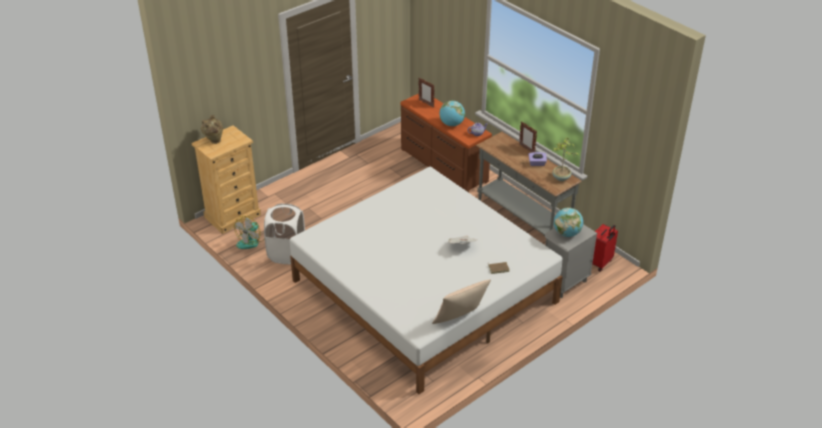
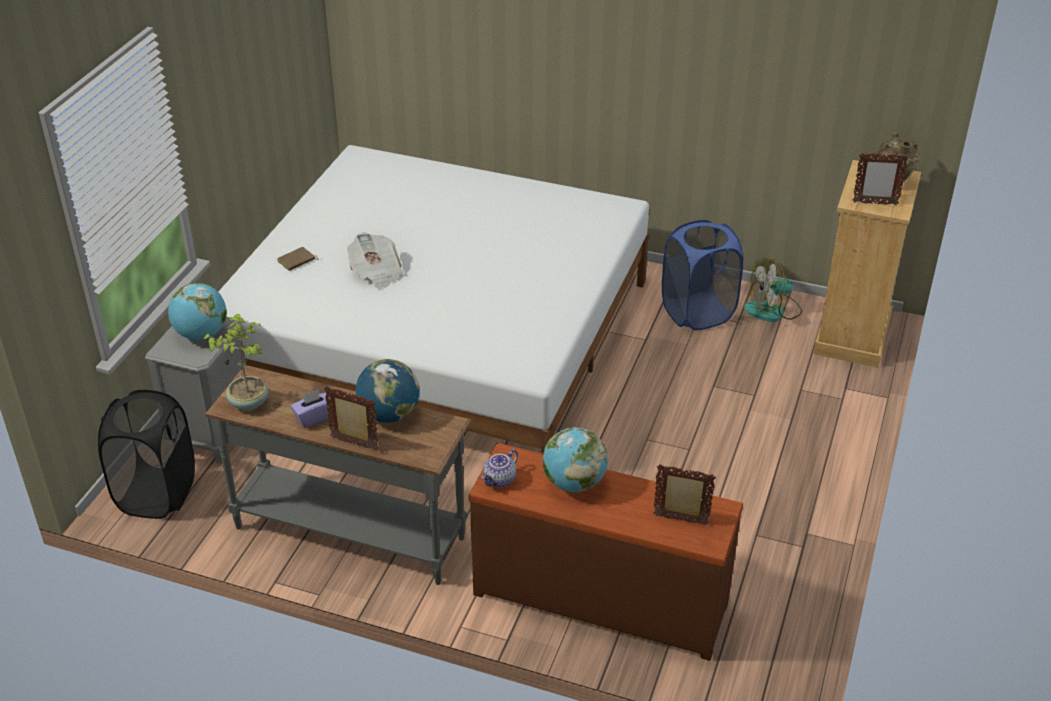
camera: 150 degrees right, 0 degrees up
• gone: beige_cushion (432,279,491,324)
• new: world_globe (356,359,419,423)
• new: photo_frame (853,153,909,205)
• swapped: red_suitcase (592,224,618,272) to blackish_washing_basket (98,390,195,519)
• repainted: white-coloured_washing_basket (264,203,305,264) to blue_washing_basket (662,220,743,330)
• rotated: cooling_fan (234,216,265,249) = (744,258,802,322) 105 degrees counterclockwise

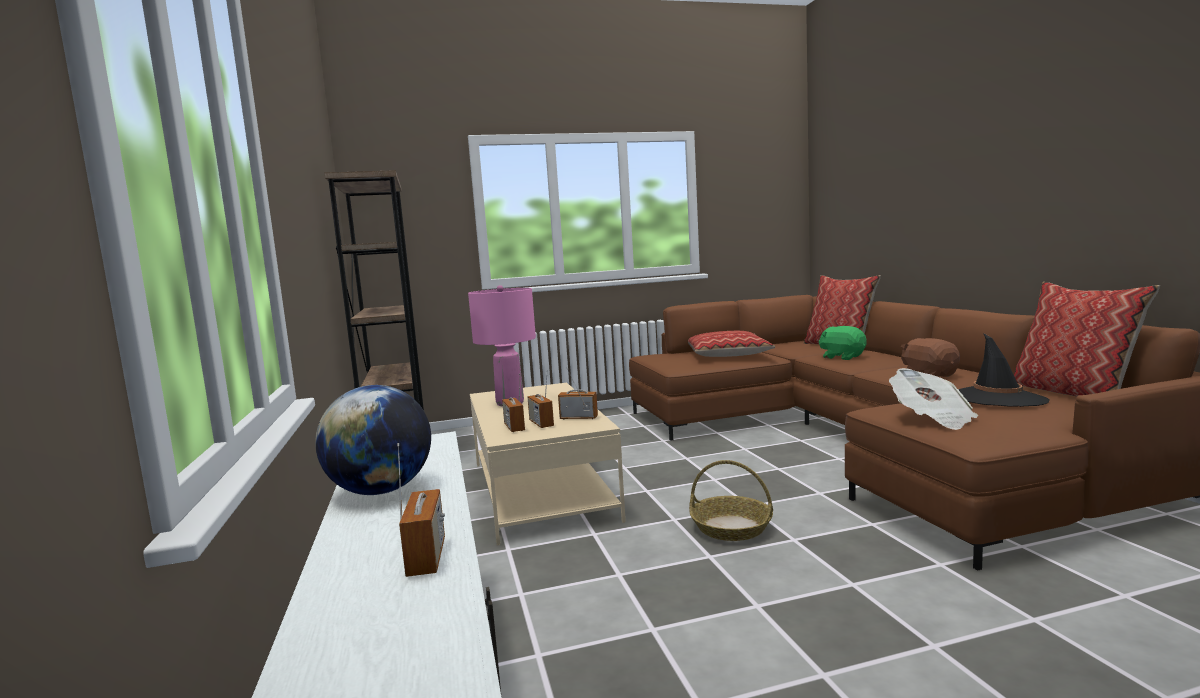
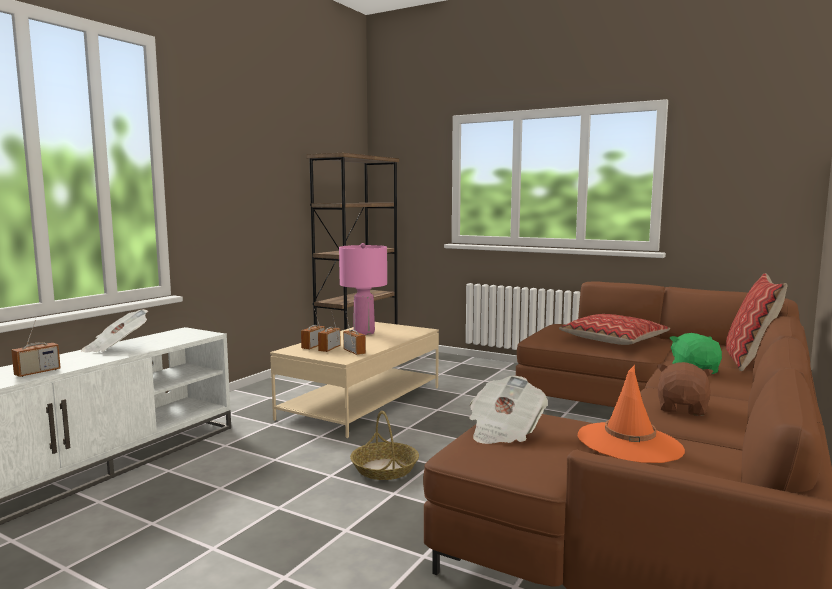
camera: 45 degrees right, 0 degrees up
• gone: cushion (1014,282,1160,397)
• swapped: world_globe (315,385,431,495) to daily_paper (81,309,148,352)
• repainted: blackish_clothing_hat (958,334,1050,407) to orange-coloured_clothing_hat (578,365,685,463)

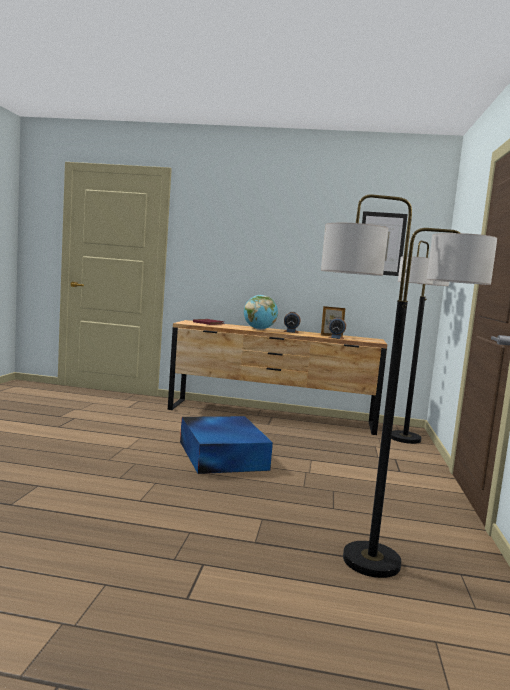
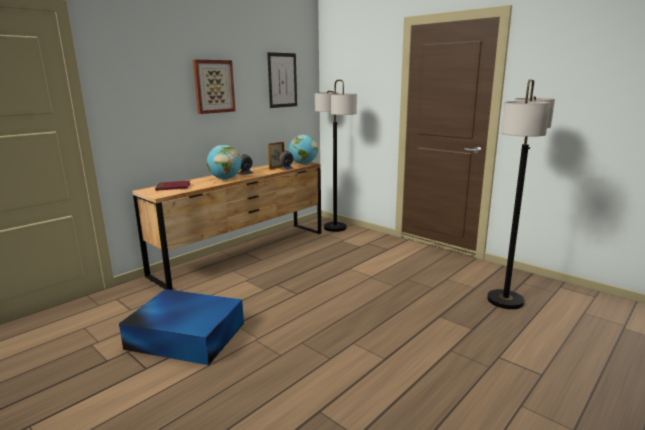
camera: 55 degrees left, 10 degrees up
• new: picture (193,59,236,114)
• new: world_globe (289,135,318,164)
• shifted: blue_storage_container (180,416,273,474) to (119,289,244,365)

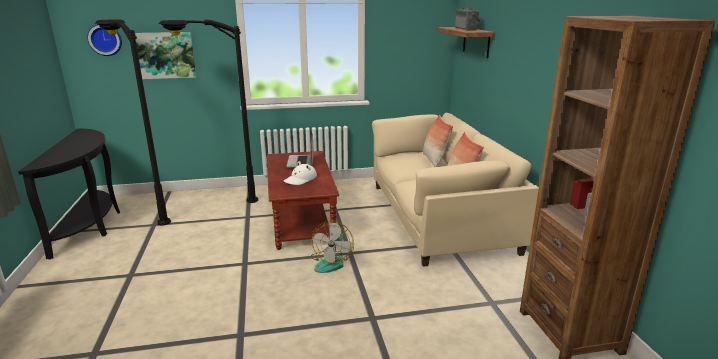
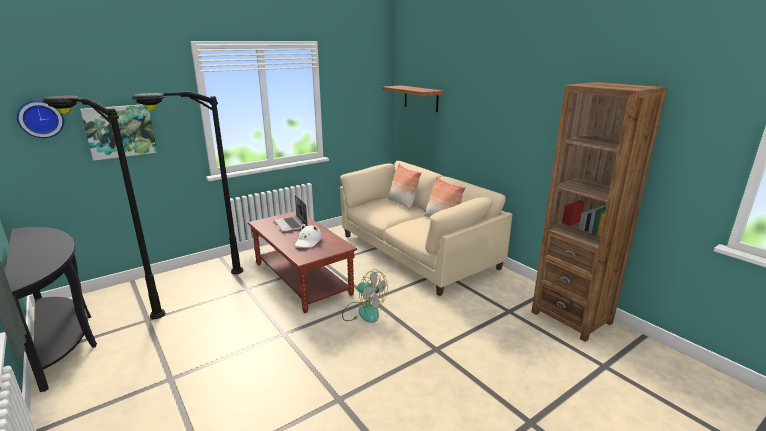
camera: 25 degrees left, 0 degrees up
• gone: radio (455,7,482,31)
• rotated: cooling_fan (311,221,354,273) = (342,269,388,323) 45 degrees counterclockwise

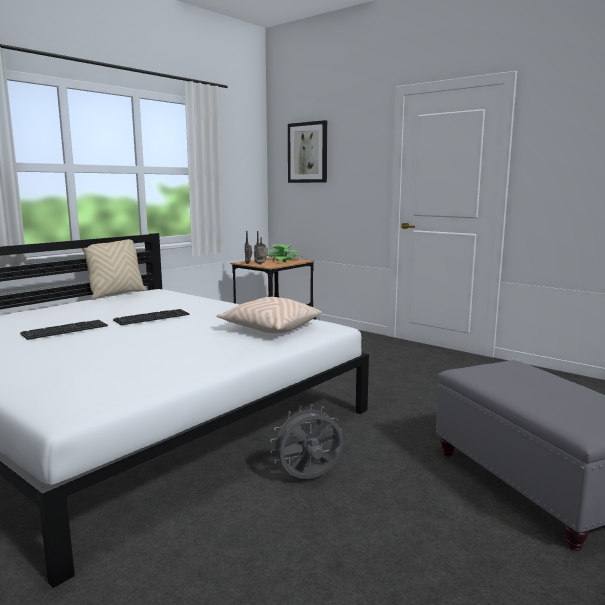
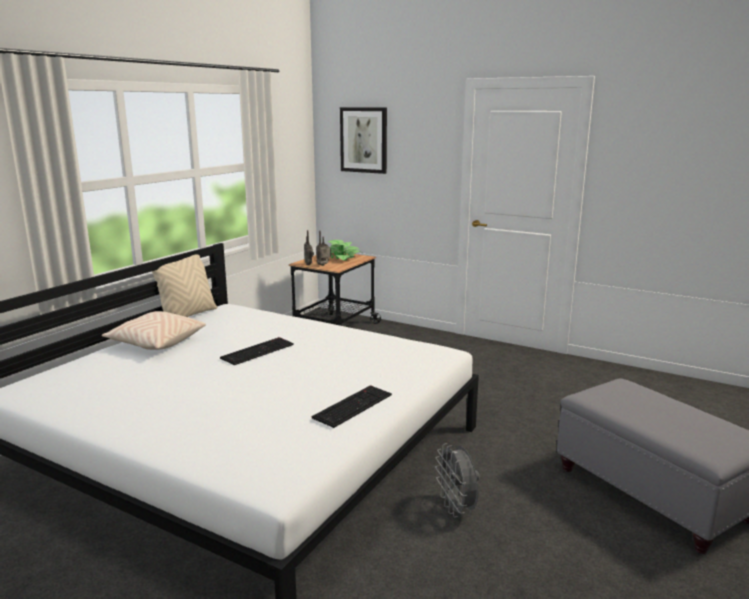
camera: 10 degrees left, 5 degrees up
• shifted: PC_keyboard (20,320,108,340) to (312,385,392,428)
• shifted: beige_cushion (217,297,321,333) to (102,311,206,350)
• rotated: grey_cooling_fan (270,404,343,479) = (435,443,480,517) 75 degrees counterclockwise

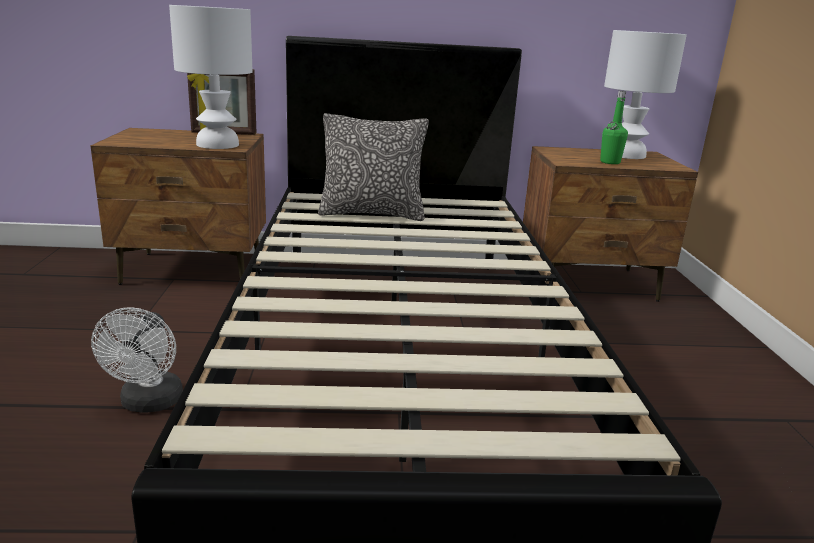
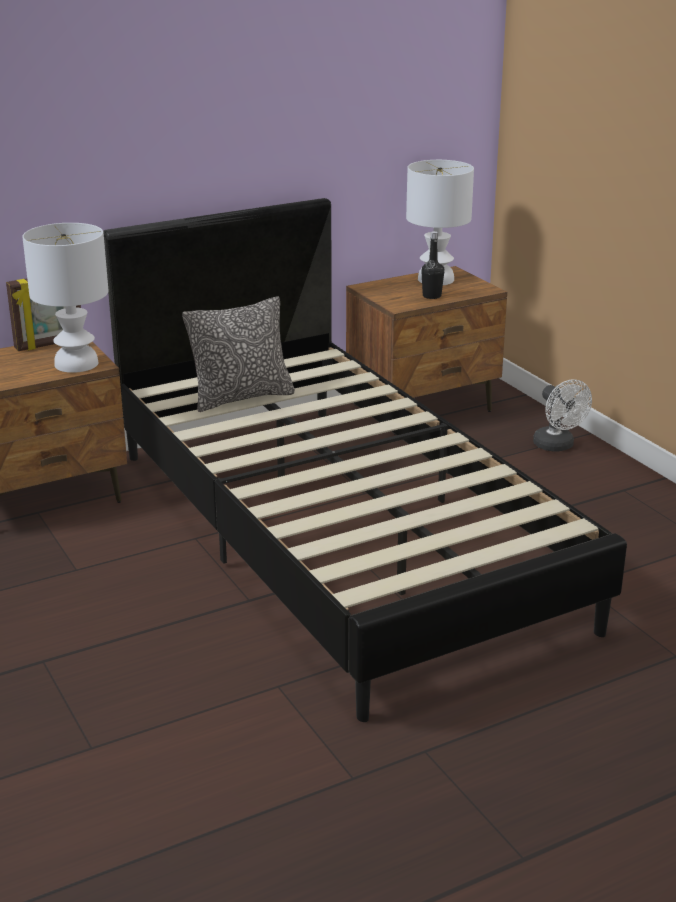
camera: 25 degrees left, 5 degrees up
• shifted: white-coloured_cooling_fan (91,307,183,413) to (533,379,592,452)
• repainted: green_bottle (600,91,628,164) to blackish_bottle (421,231,444,299)

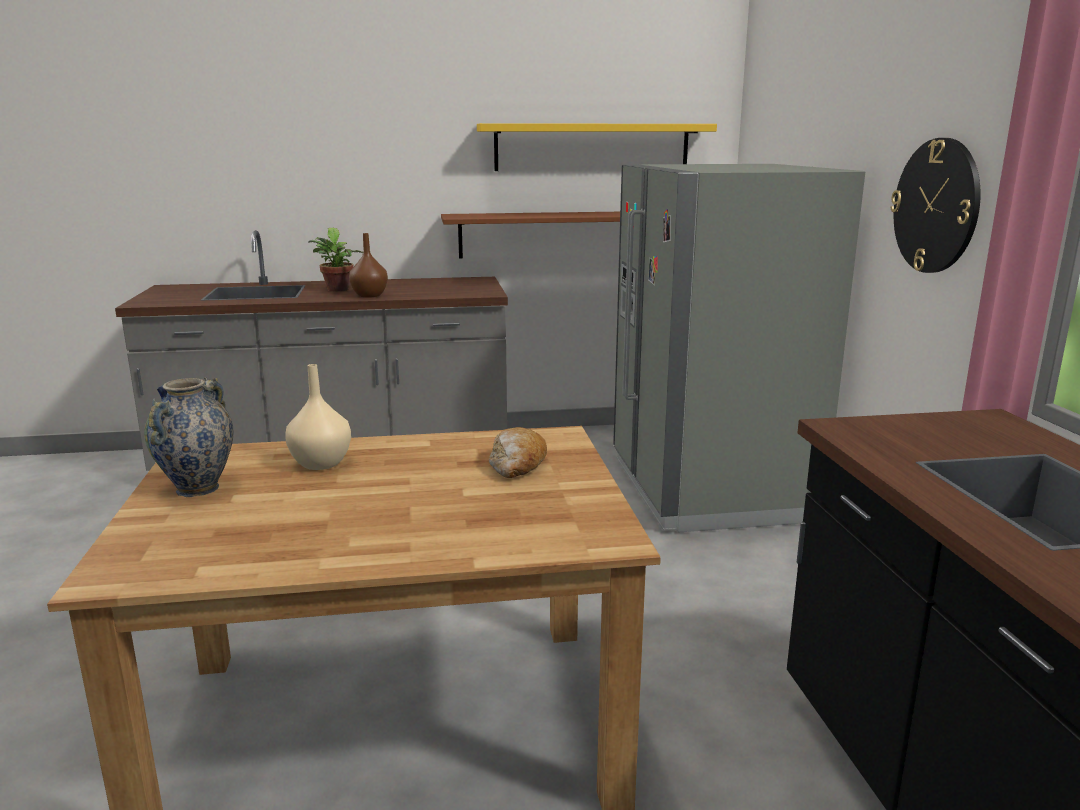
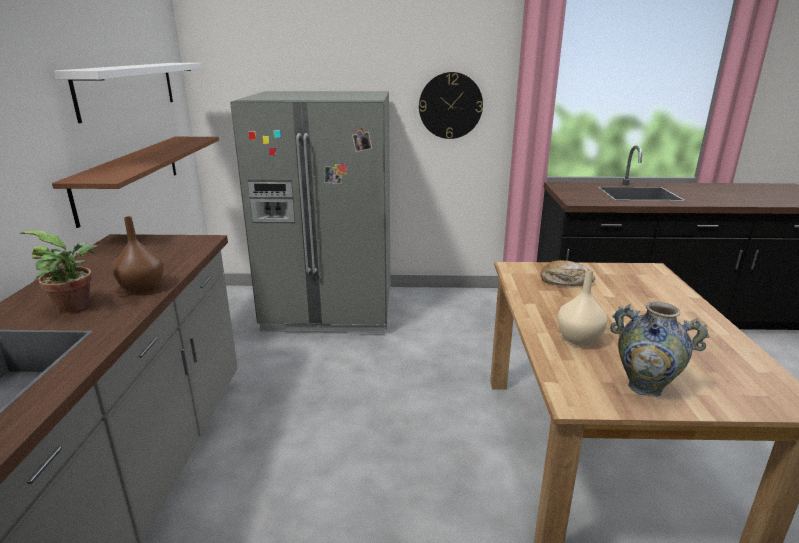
camera: 80 degrees left, 5 degrees up
• repainted: yellow-coloured_wall_shelf (477,123,717,171) to white-coloured_wall_shelf (54,63,202,123)

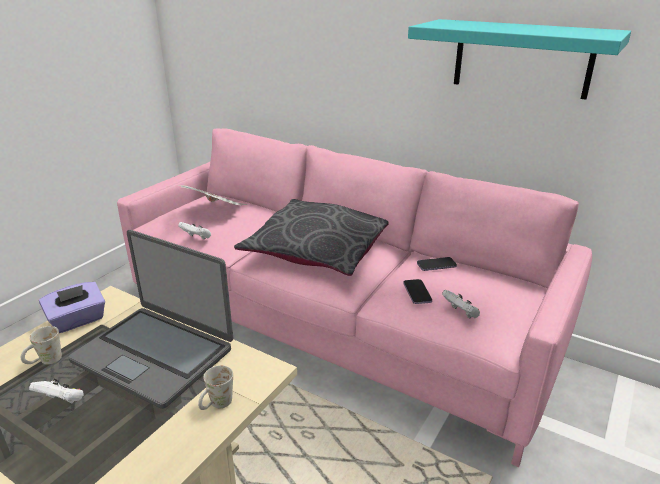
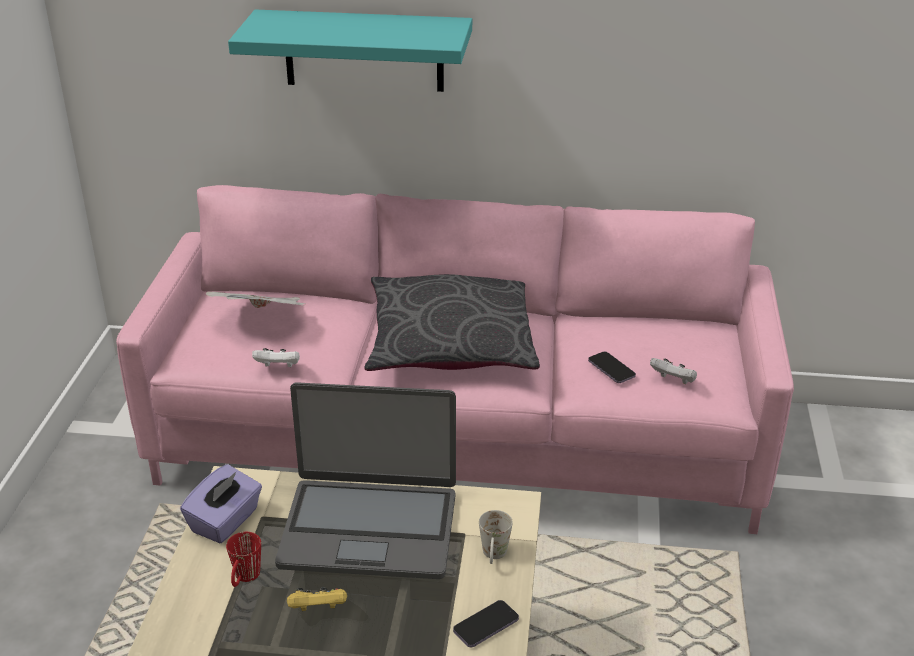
camera: 25 degrees left, 5 degrees up
• shifted: blue-green_wall_shelf (408,19,631,100) to (228,9,472,92)
• shifted: phone (417,257,457,271) to (453,600,519,648)
• repainted: white-coloured_tea_mug (21,326,62,365) to red_tea_mug (226,532,261,587)
• repainted: white-coloured_gamepad (29,379,84,403) to yellow-coloured_gamepad (287,588,347,611)

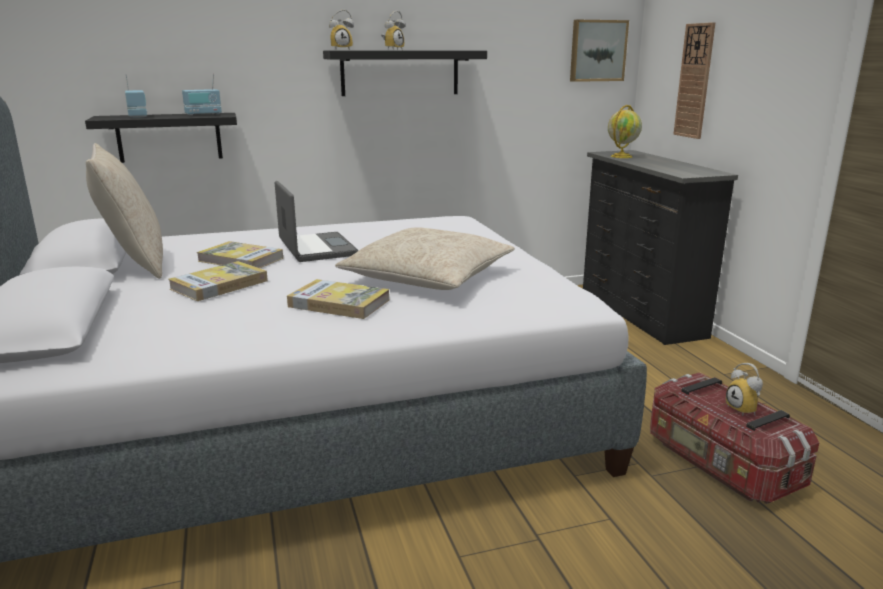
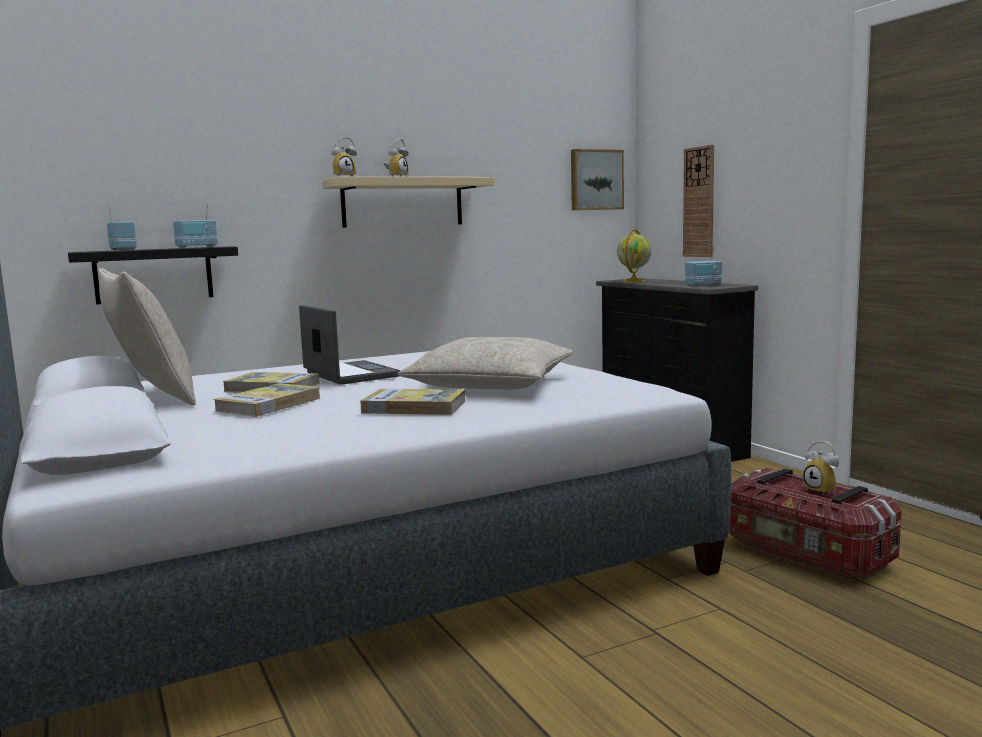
camera: 10 degrees left, 10 degrees down
• new: radio (685,246,722,286)
• repainted: blackish_wall_shelf (323,51,487,96) to beige_wall_shelf (323,177,495,228)

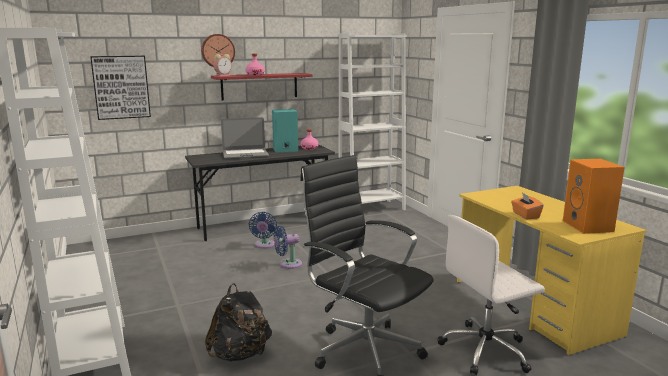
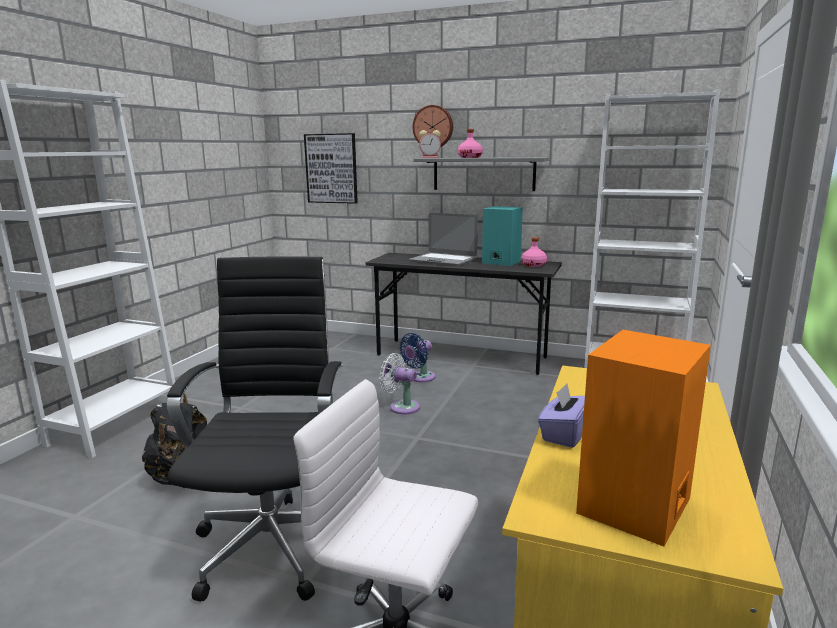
camera: 45 degrees right, 0 degrees up
• repainted: red_wall_shelf (211,73,313,100) to grey_wall_shelf (413,157,549,191)
• repainted: blue_cooling_fan (274,226,302,269) to white-coloured_cooling_fan (380,353,420,415)
• repainted: orange-coloured_box_of_tissues (511,193,544,219) to purple-coloured_box_of_tissues (538,383,585,448)

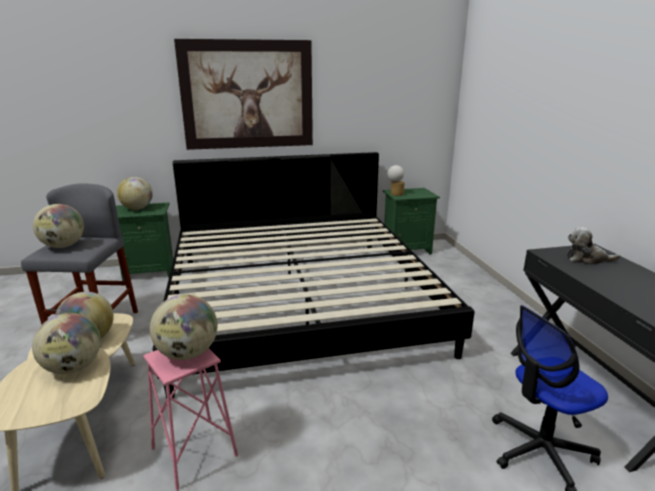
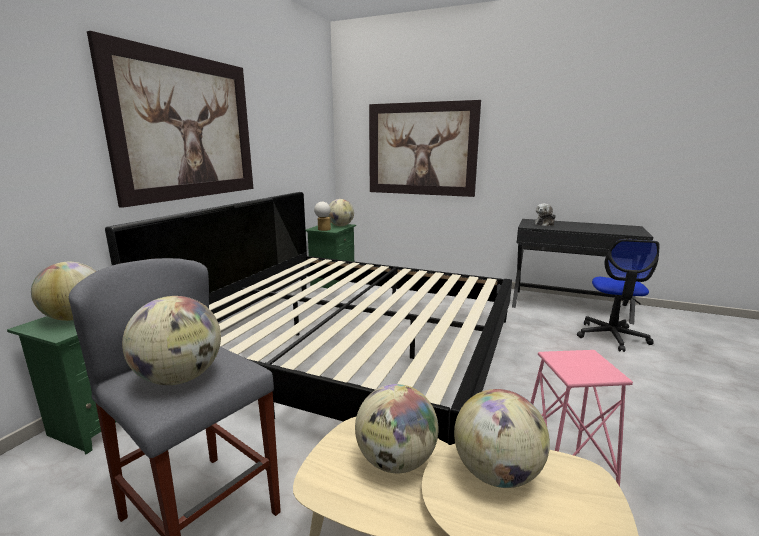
camera: 55 degrees left, 5 degrees down
• new: picture (369,100,481,197)
• shifted: world_globe (150,294,218,360) to (327,199,354,226)

